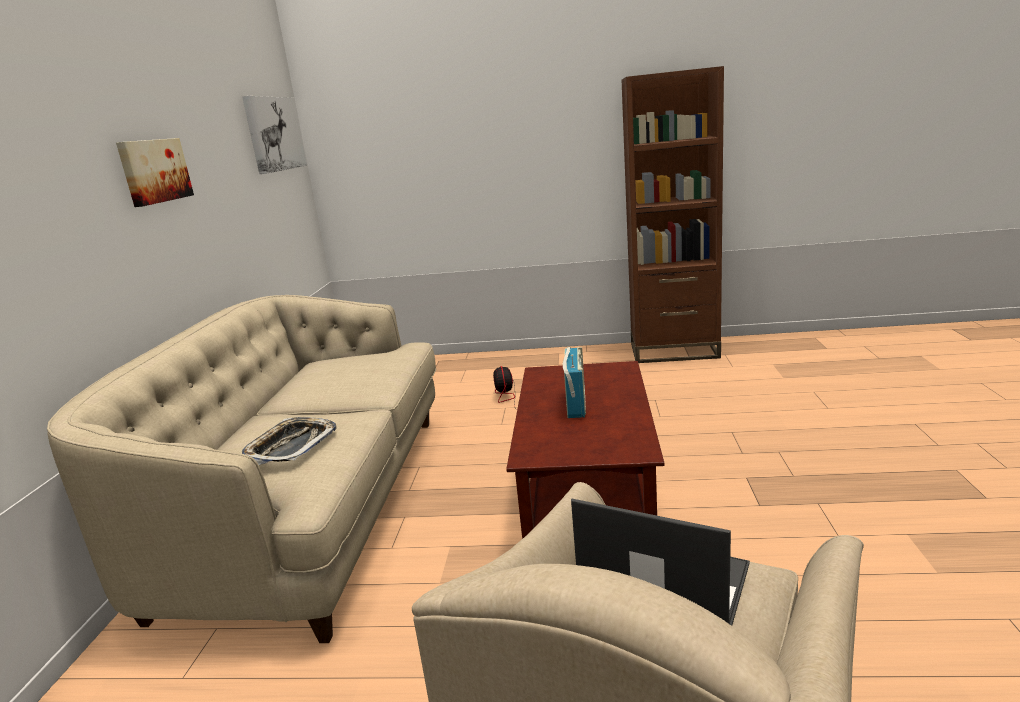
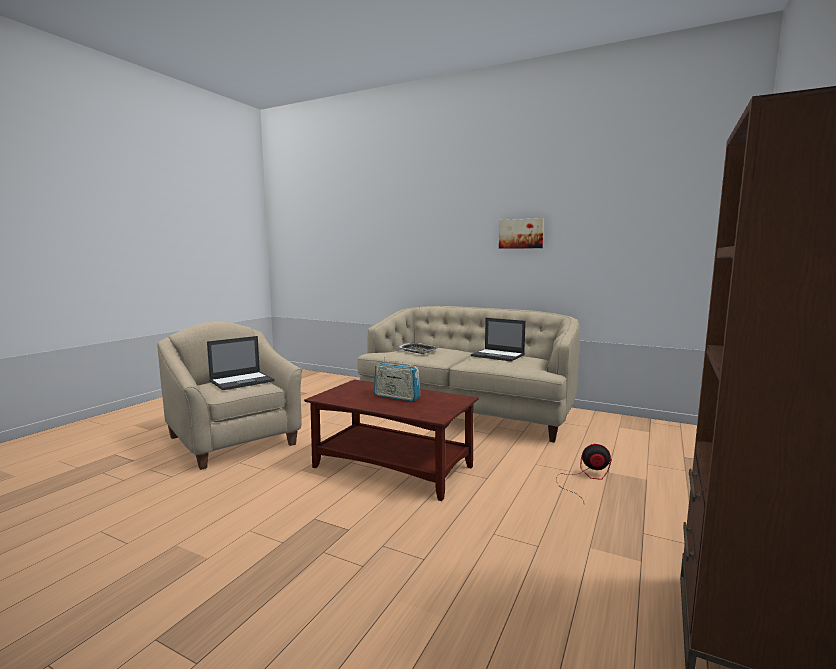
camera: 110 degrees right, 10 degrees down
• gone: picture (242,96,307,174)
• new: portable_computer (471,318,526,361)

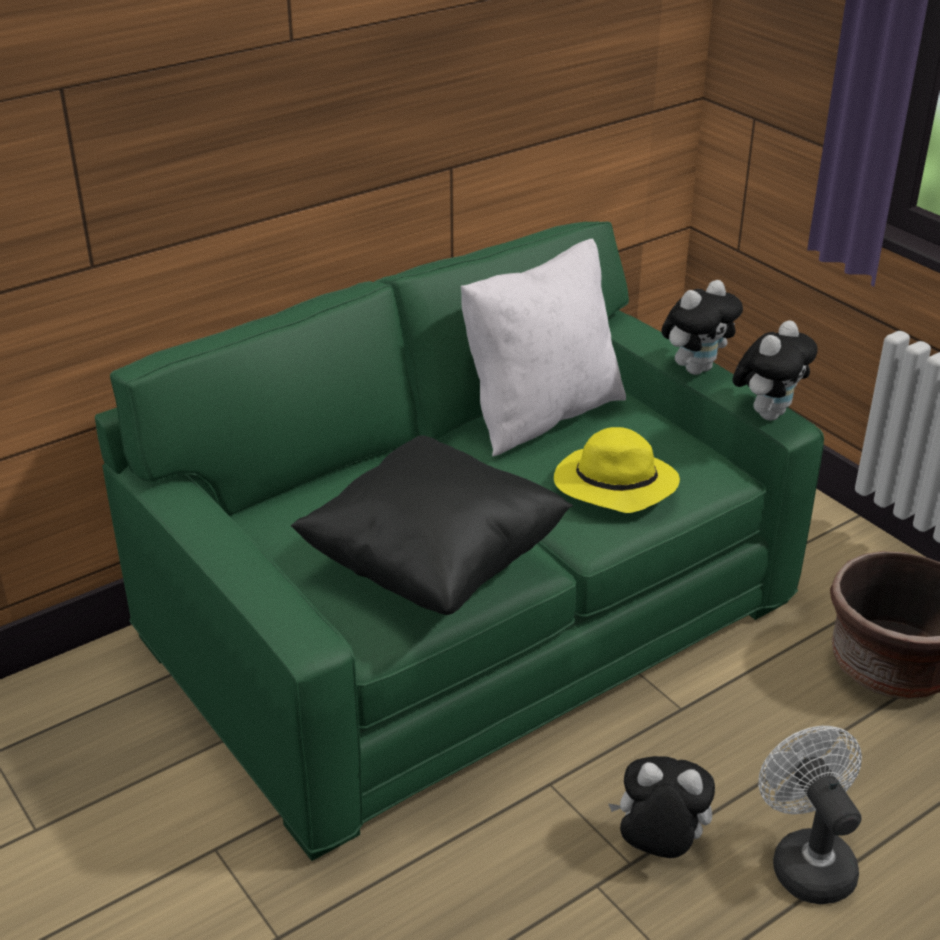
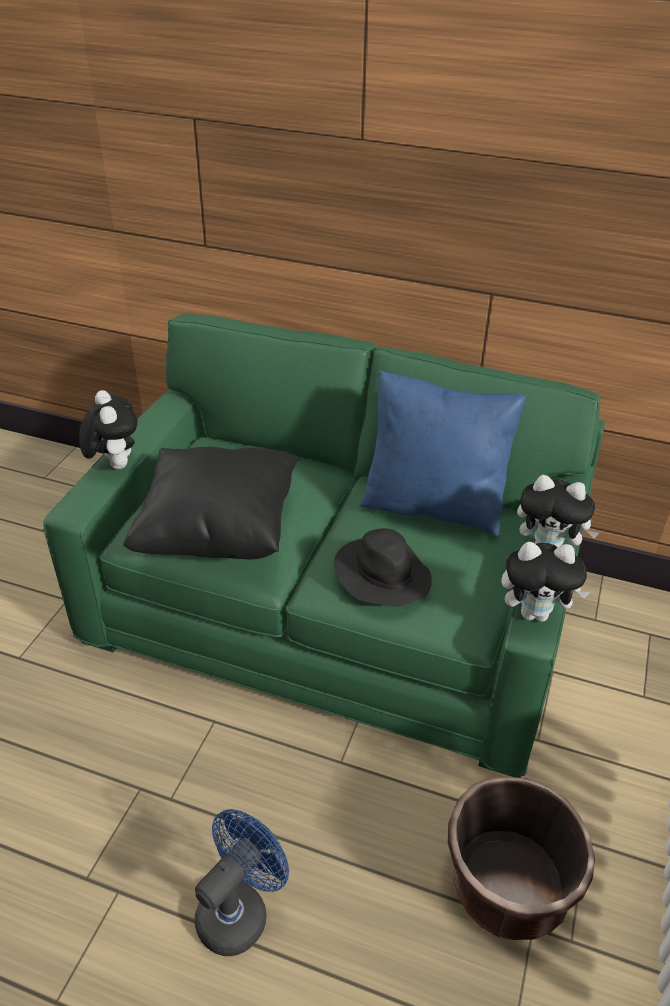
camera: 55 degrees right, 5 degrees up
• shifted: cuddly_toy (608,756,715,858) to (79,390,138,469)
• repainted: white-coloured_cushion (461,239,626,456) to blue_cushion (359,370,527,537)
• repainted: yellow-coloured_clothing_hat (554,427,680,513) to blackish_clothing_hat (334,528,432,606)
• repainted: white-coloured_cooling_fan (758,726,862,904) to blue_cooling_fan (194,809,289,956)

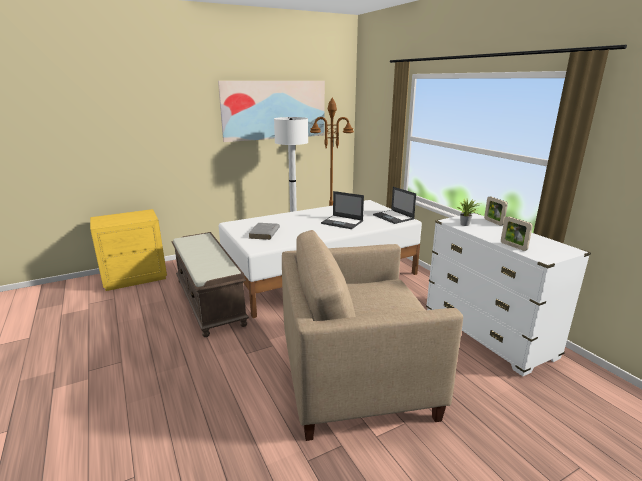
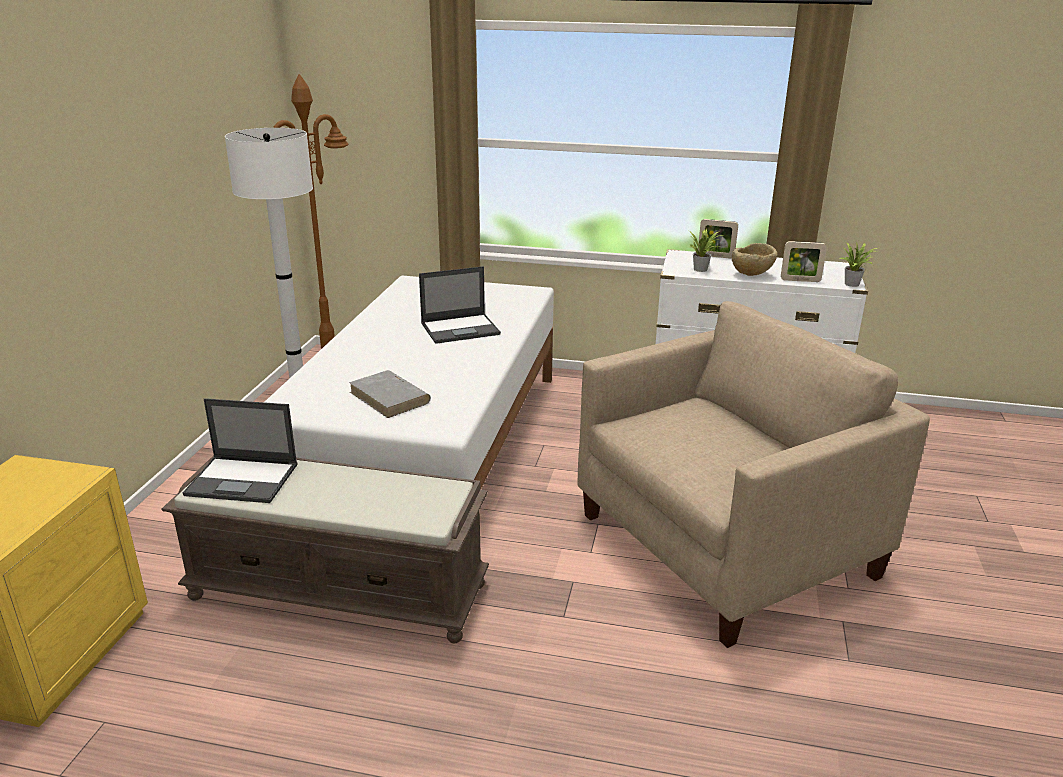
camera: 50 degrees left, 5 degrees up
• gone: picture (218,81,325,142)
• new: beige_deep_dish (732,243,777,276)
• new: potted_plant (839,242,877,287)
• shifted: portable_computer (373,187,416,224) to (183,398,298,503)
• rotated: beige_armchair (282,230,463,441) = (577,301,930,648) 150 degrees counterclockwise

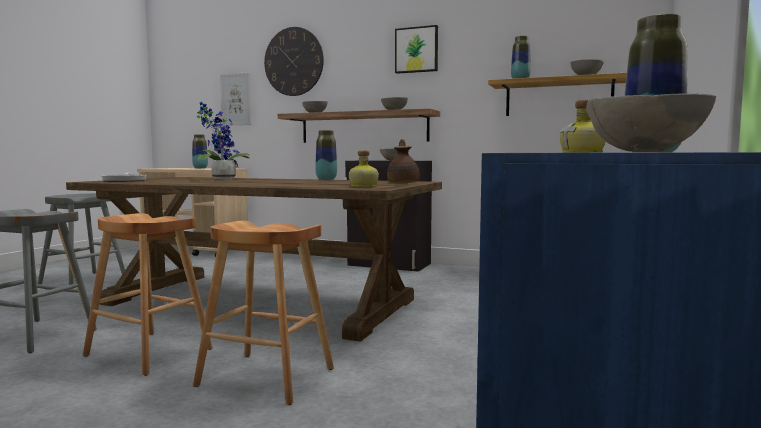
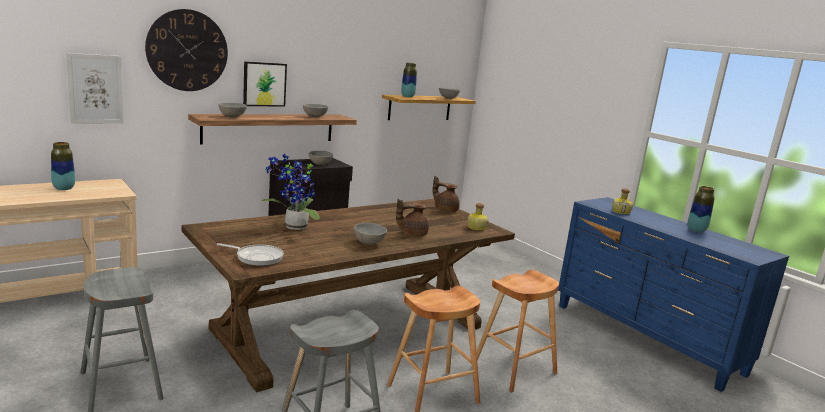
camera: 60 degrees left, 10 degrees up
• gone: vase (315,130,337,180)
• new: brownish_pot_for_tea (396,199,429,237)
• shifted: picture (395,25,438,74) to (243,61,287,107)
• shifted: grey_deep_dish (586,93,716,152) to (354,223,387,245)

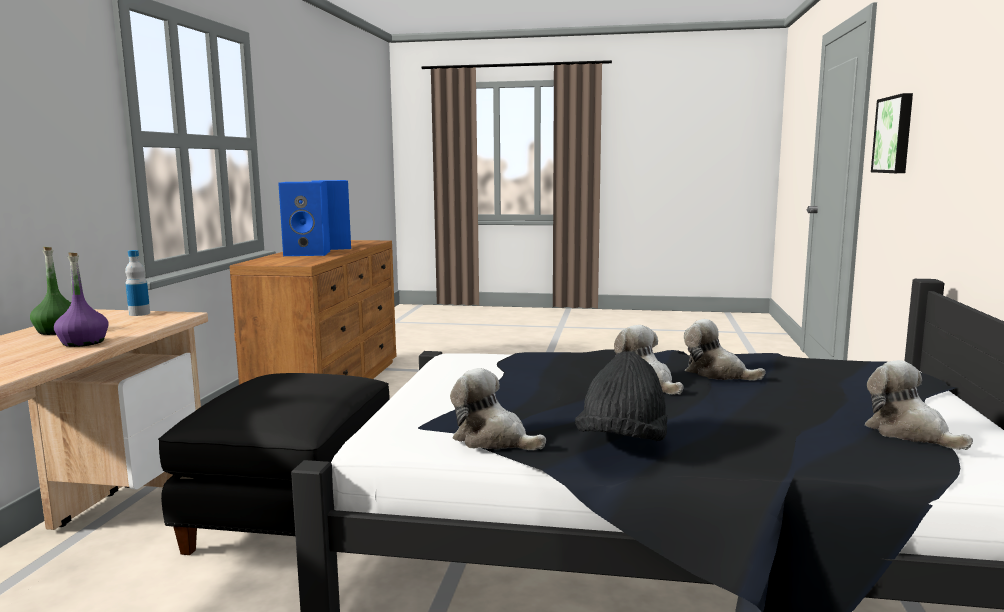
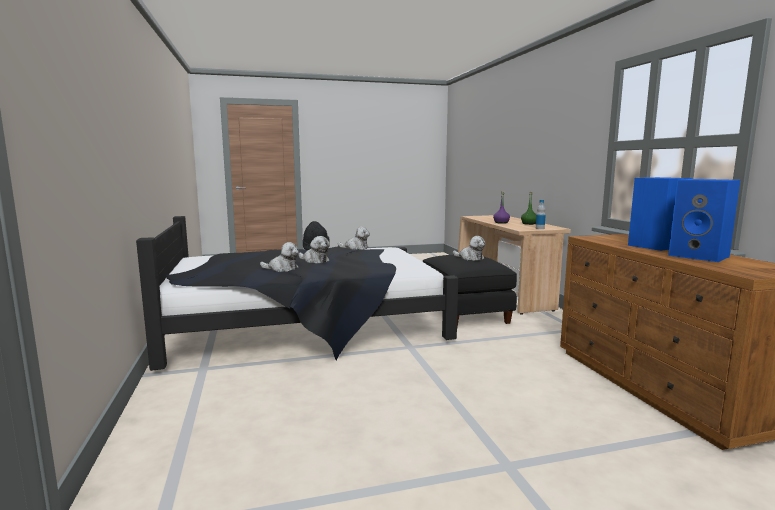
camera: 155 degrees right, 0 degrees up
• gone: picture (871,93,913,173)
• shifted: cuddly_toy (865,360,973,450) to (453,236,485,261)

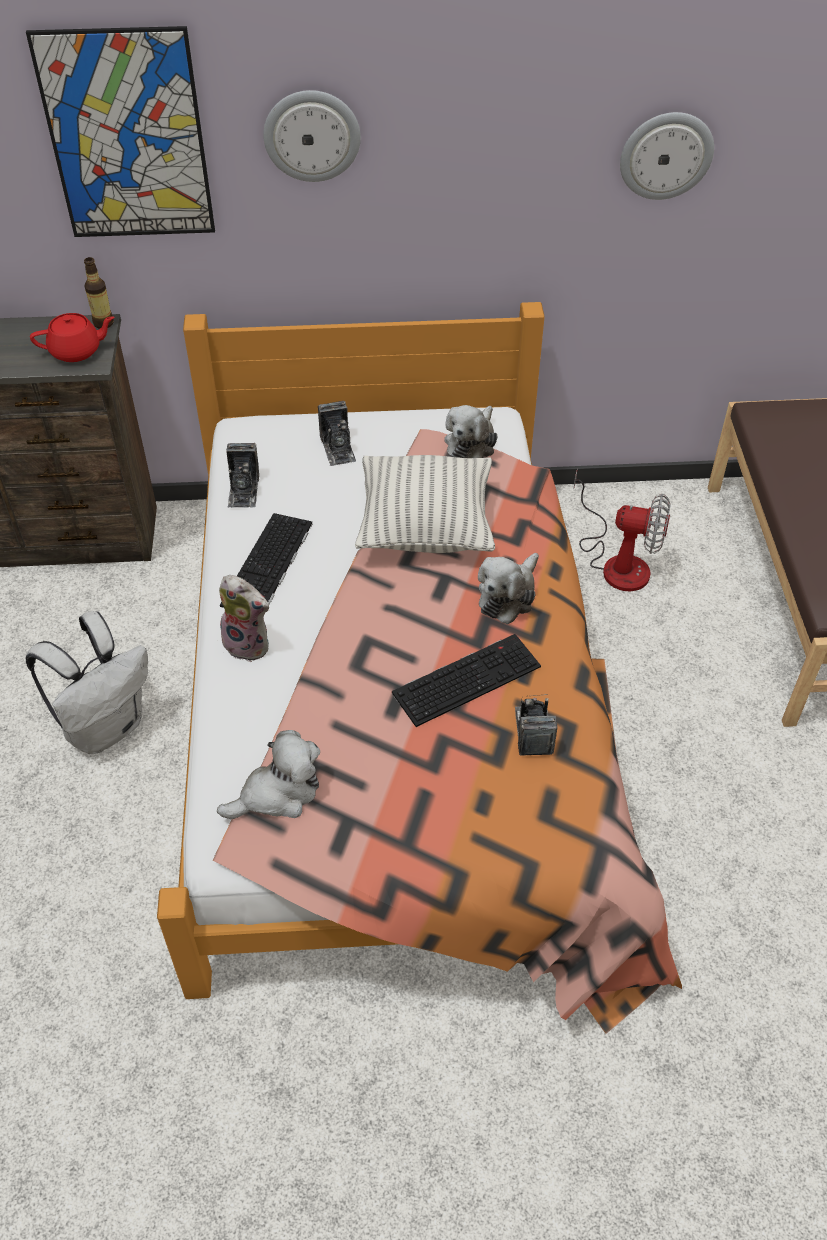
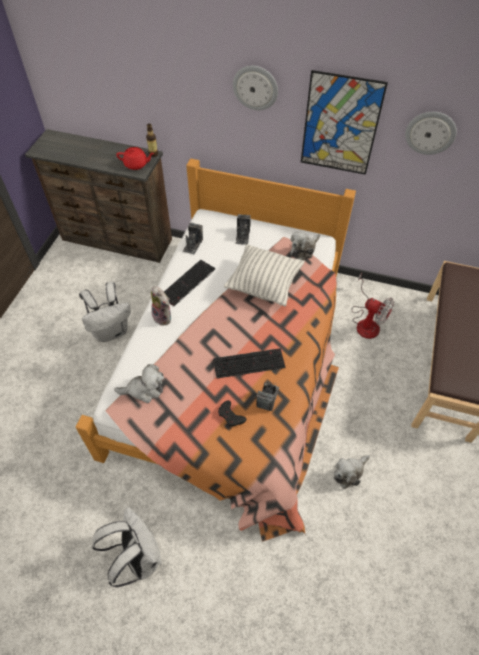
camera: 20 degrees right, 5 degrees up
• new: white-coloured_backpack (92,507,162,587)
• new: blackish_gamepad (218,400,246,427)
• shifted: picture (26,26,215,237) to (301,70,388,175)
• shifted: cuddly_toy (478,553,539,624) to (334,455,370,489)

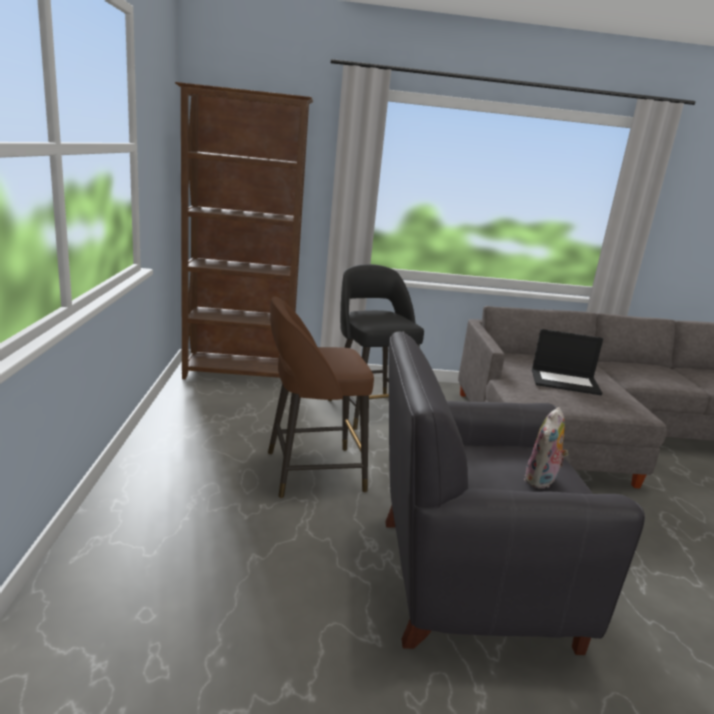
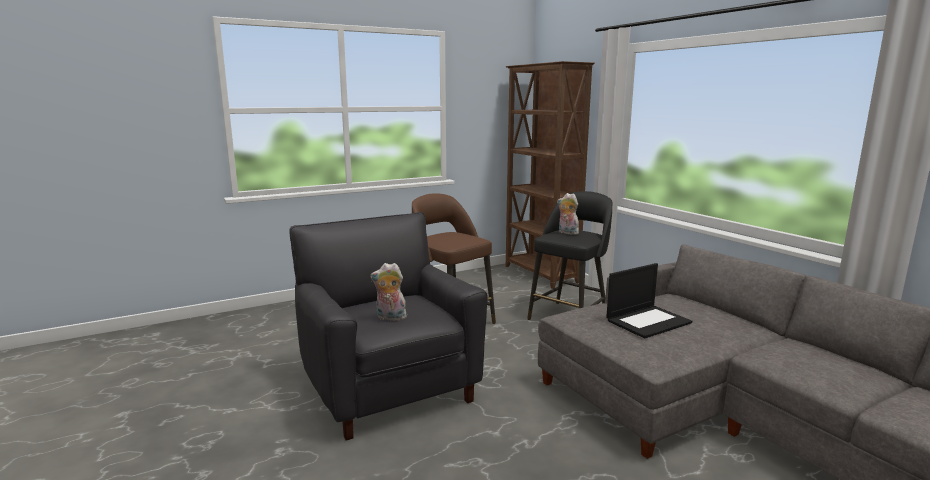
camera: 65 degrees right, 5 degrees down
• new: cuddly_toy (557,193,579,235)
• rotated: portable_computer (532,329,603,396) = (606,263,692,338) 105 degrees counterclockwise

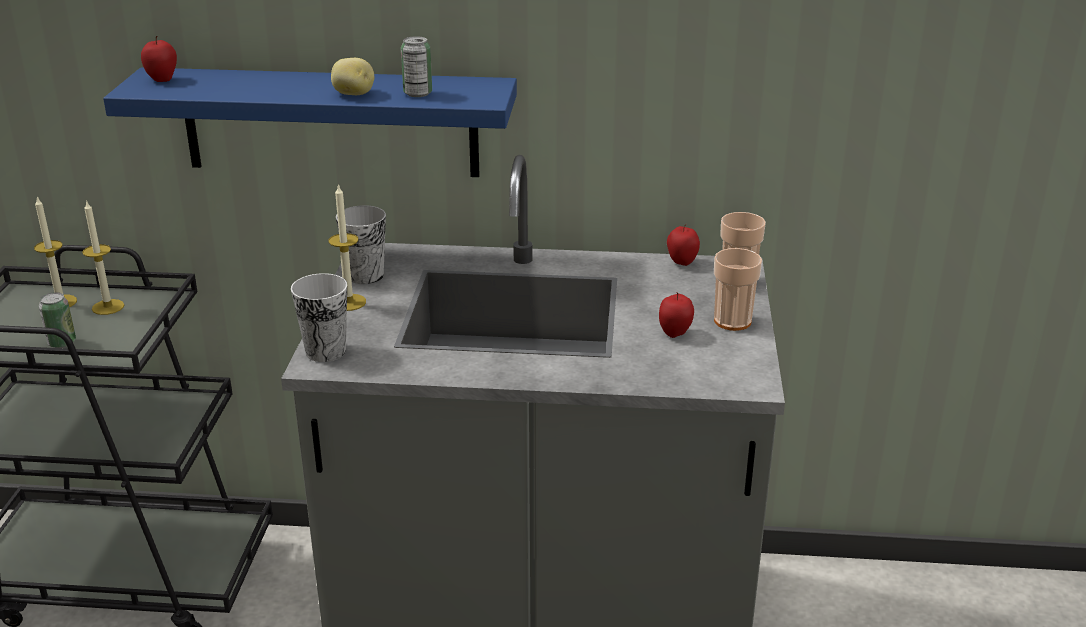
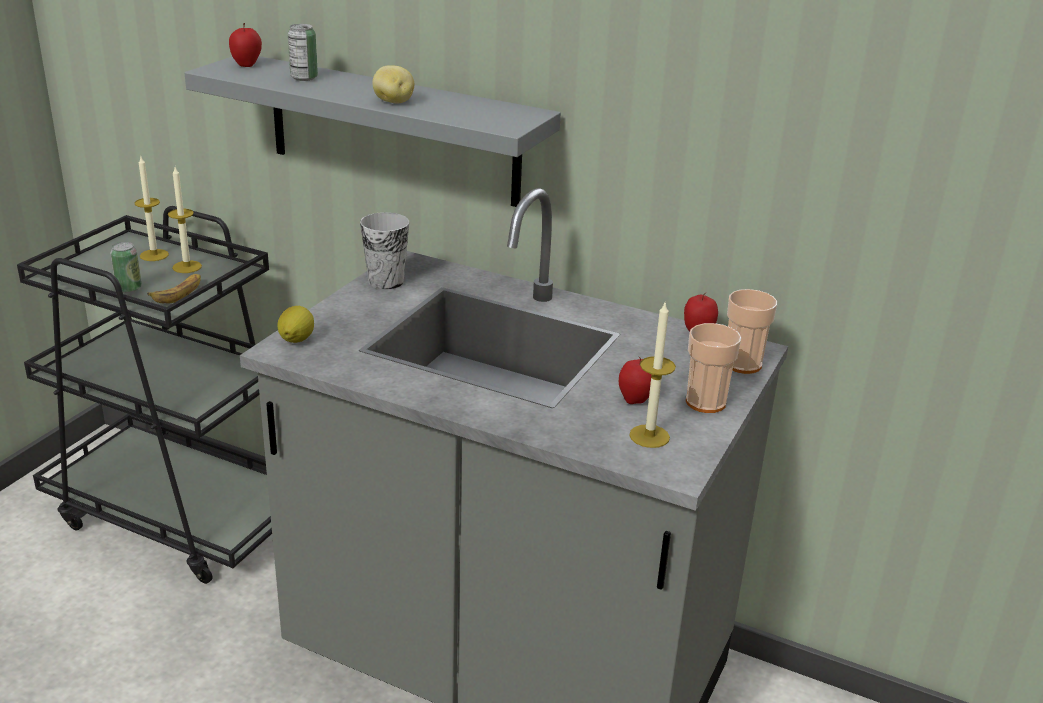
camera: 20 degrees right, 0 degrees up
• new: banana (147,274,201,303)
• shifted: wax_light (328,184,366,311) to (629,303,676,448)
• shifted: can (401,36,432,97) to (288,24,318,81)
• swapped: cup (291,273,347,362) to lemon (277,306,314,343)
• repainted: blue_wall_shelf (103,67,517,177) to grey_wall_shelf (184,56,561,207)

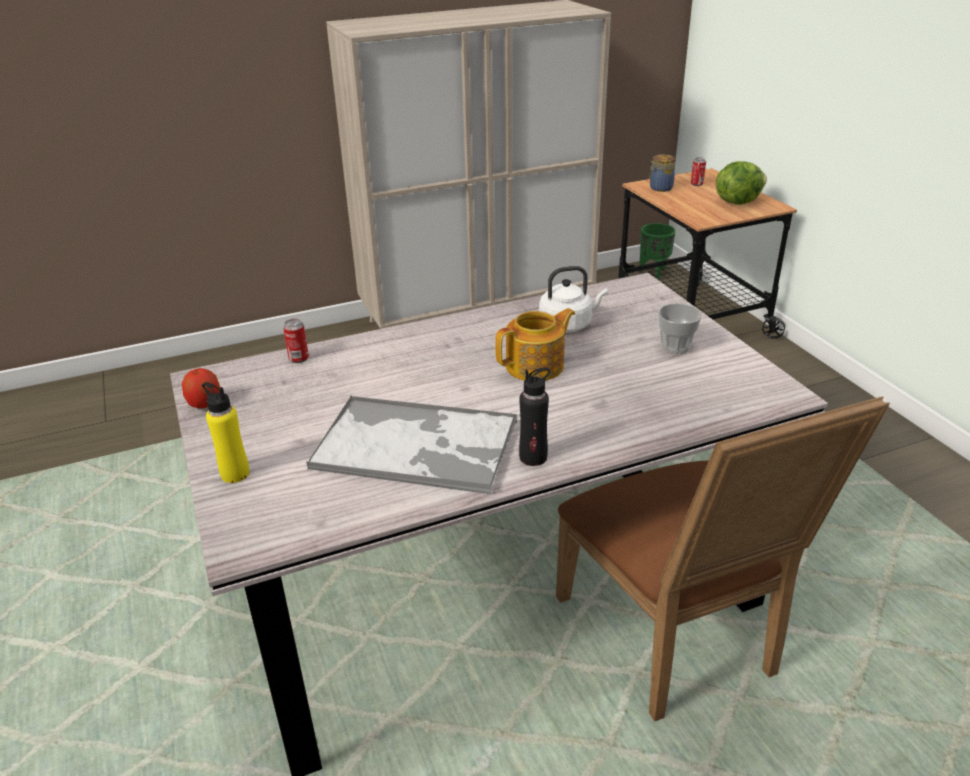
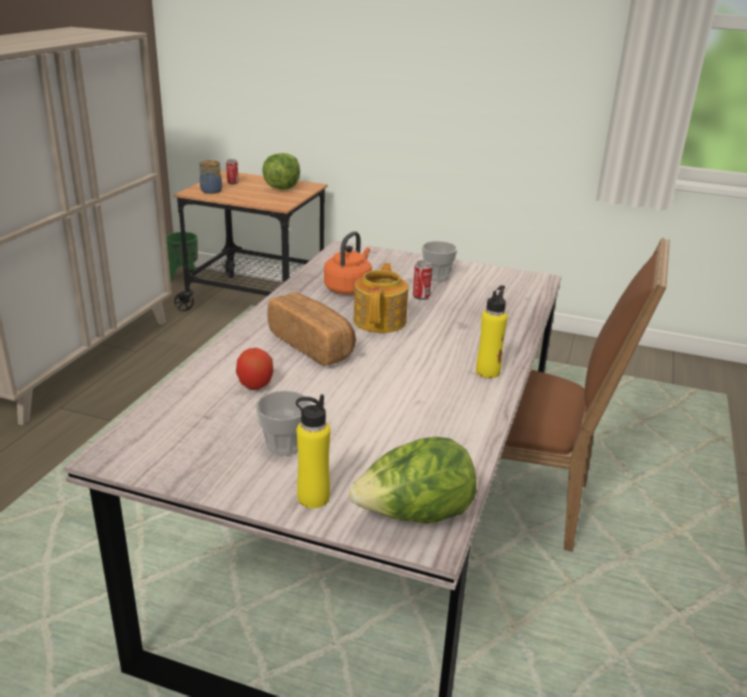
camera: 50 degrees left, 5 degrees down
• gone: serving_tray (306,395,517,495)
• new: cup (256,391,311,456)
• new: bakery_bread (268,292,356,366)
• new: lettuce_head (349,436,477,524)
• shifted: whole_apple (182,368,220,409) to (236,348,274,390)
• shifted: can (283,319,309,363) to (413,260,432,300)
• repainted: blackish_bottle (519,368,550,466) to yellow-coloured_bottle (476,285,508,378)
• repainted: white-coloured_kettle (539,266,608,333) to orange-coloured_kettle (324,231,372,295)

